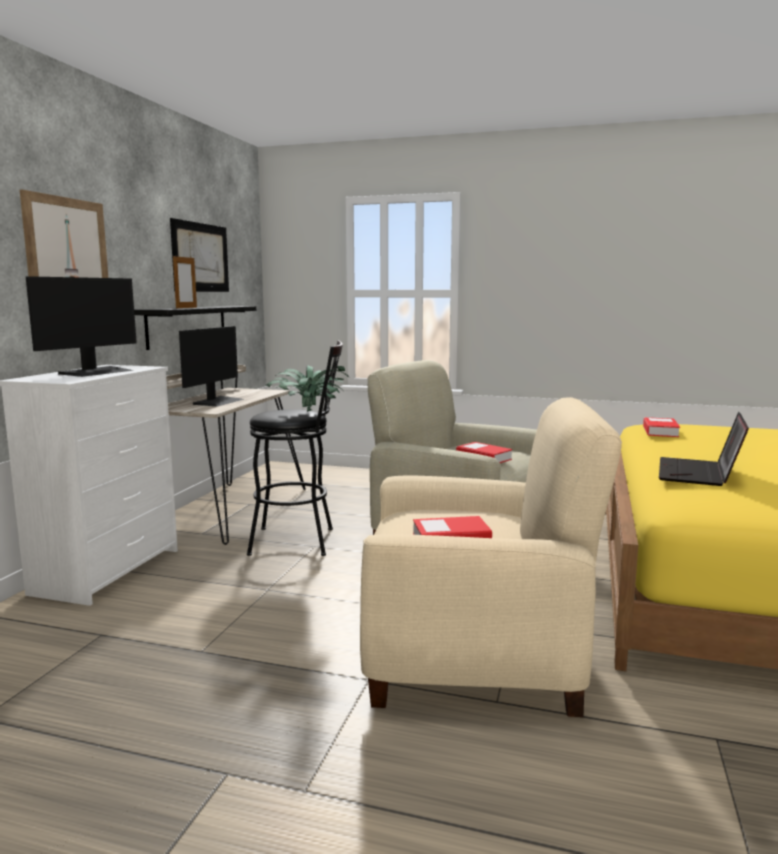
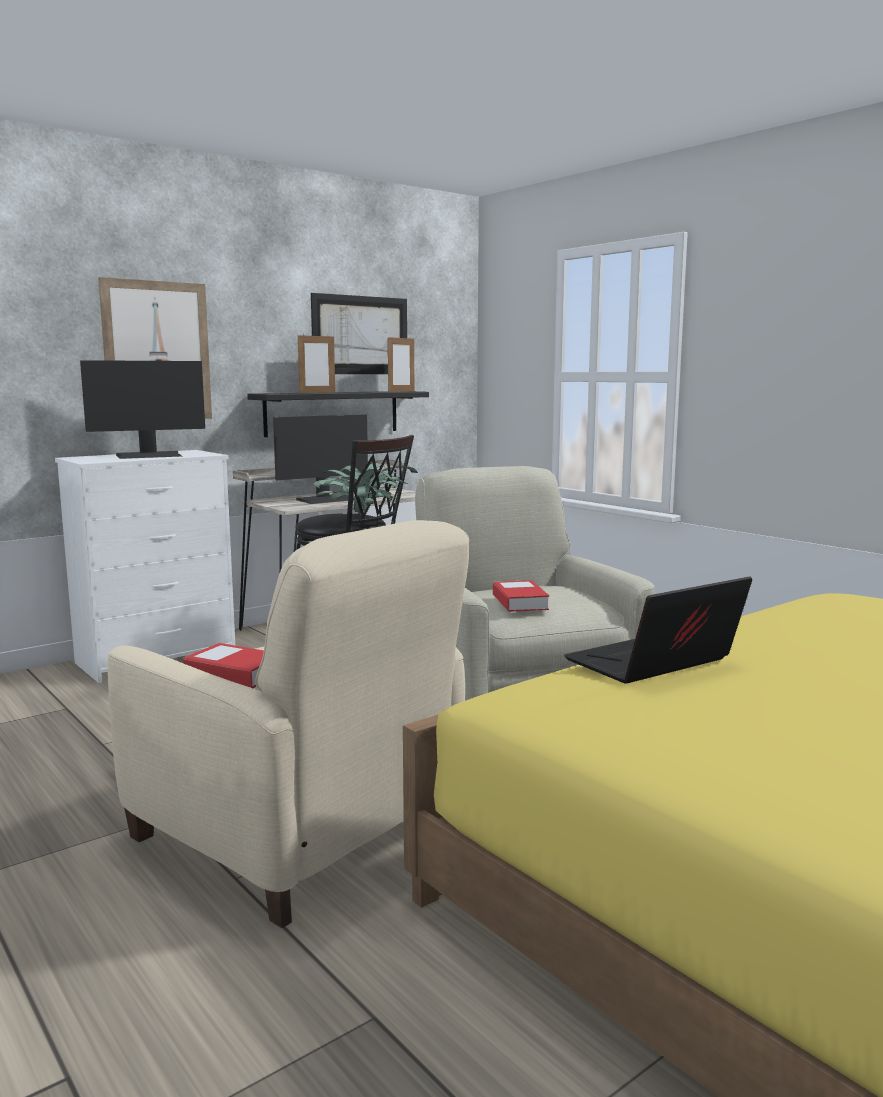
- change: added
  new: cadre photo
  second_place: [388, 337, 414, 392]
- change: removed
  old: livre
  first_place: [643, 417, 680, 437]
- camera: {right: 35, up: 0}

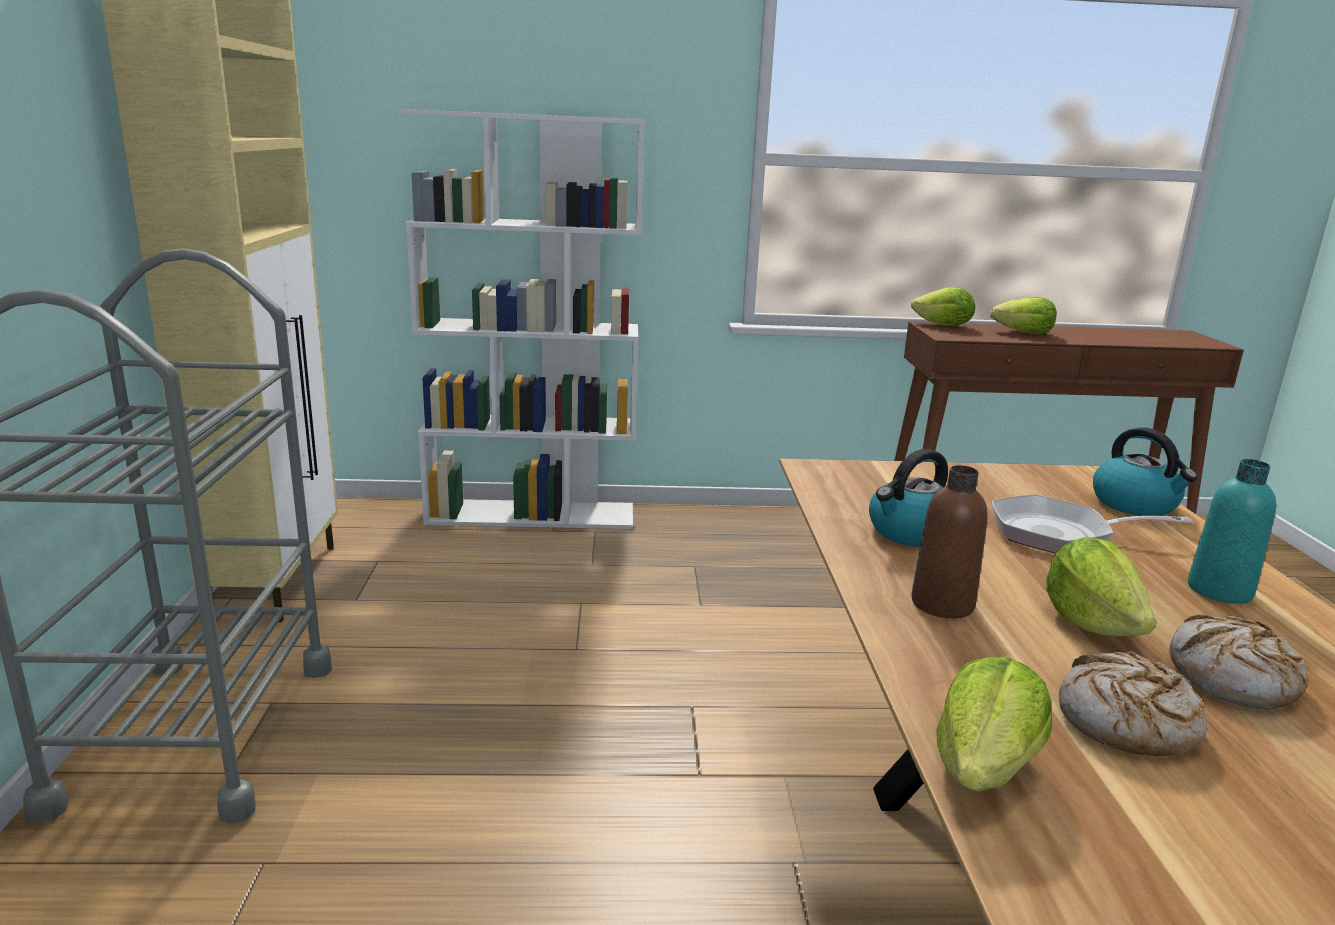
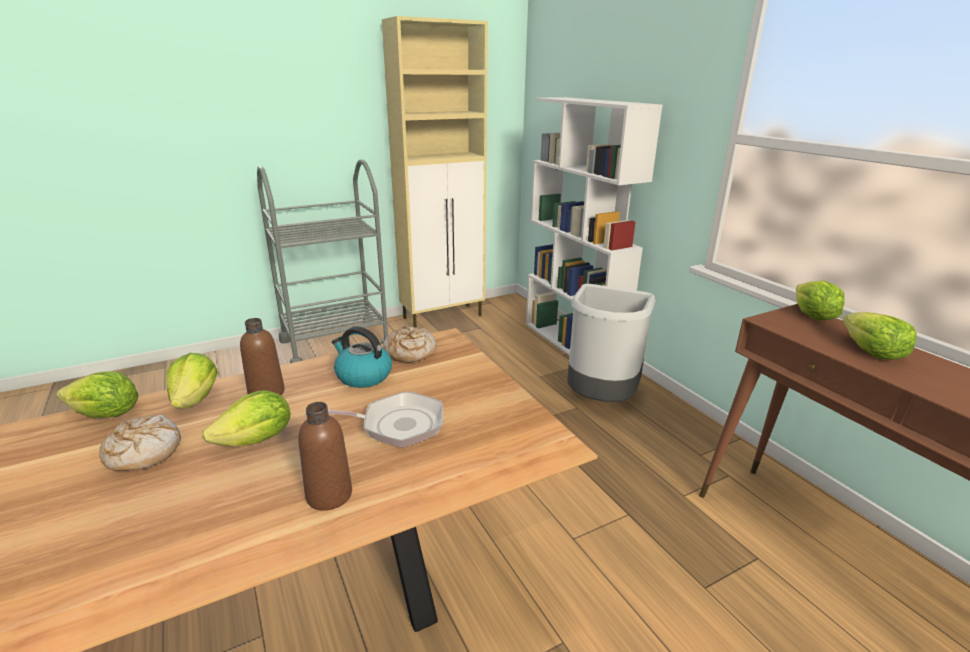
- change: added
  new: laitue
  second_place: [167, 353, 218, 409]
- change: recoloured
  old: bouteille [turquoise]
  new: bouteille [marron]
  first_place: [1188, 459, 1276, 604]
  second_place: [298, 402, 352, 511]
- change: turned
  old: poêle
  first_place: [992, 494, 1193, 554]
  second_place: [305, 391, 443, 448]
  degrees: 105
- change: moved
  old: pain
  first_place: [1169, 615, 1308, 709]
  second_place: [383, 326, 437, 363]
- change: added
  new: poubelle [gris]
  second_place: [567, 284, 655, 402]
- change: removed
  old: bouilloire
  first_place: [1093, 427, 1197, 516]
- camera: {right: 65, up: 5}

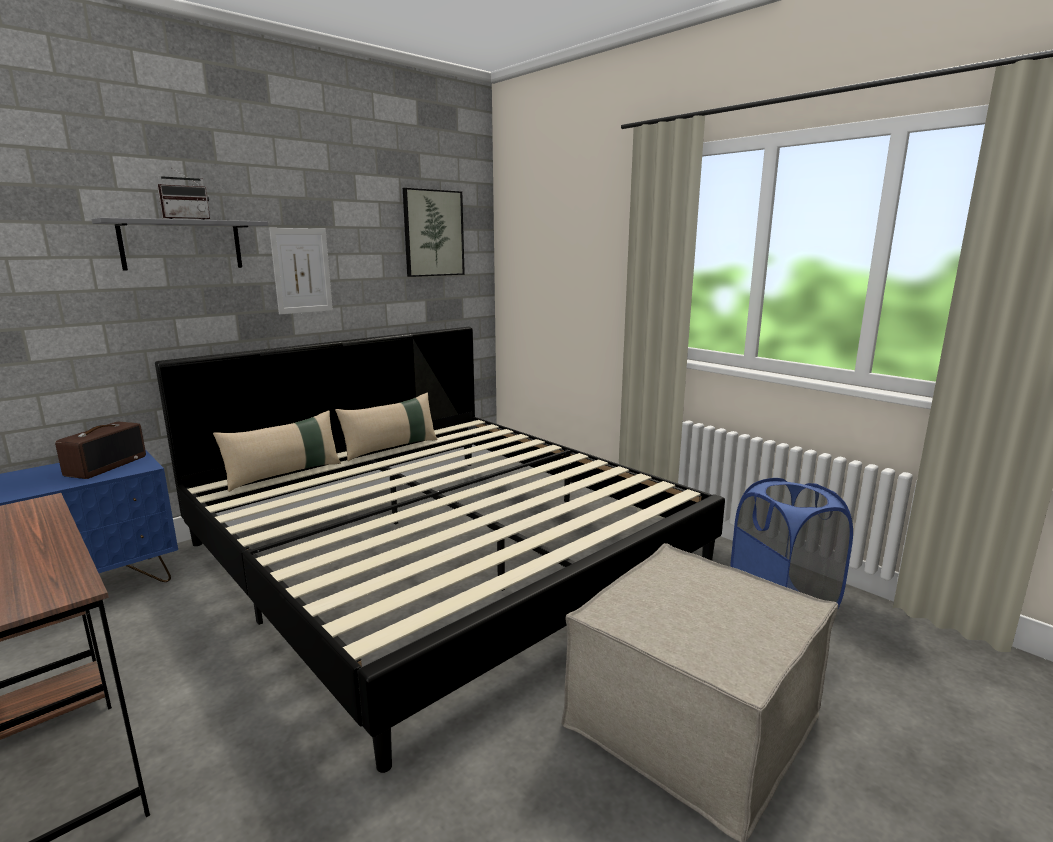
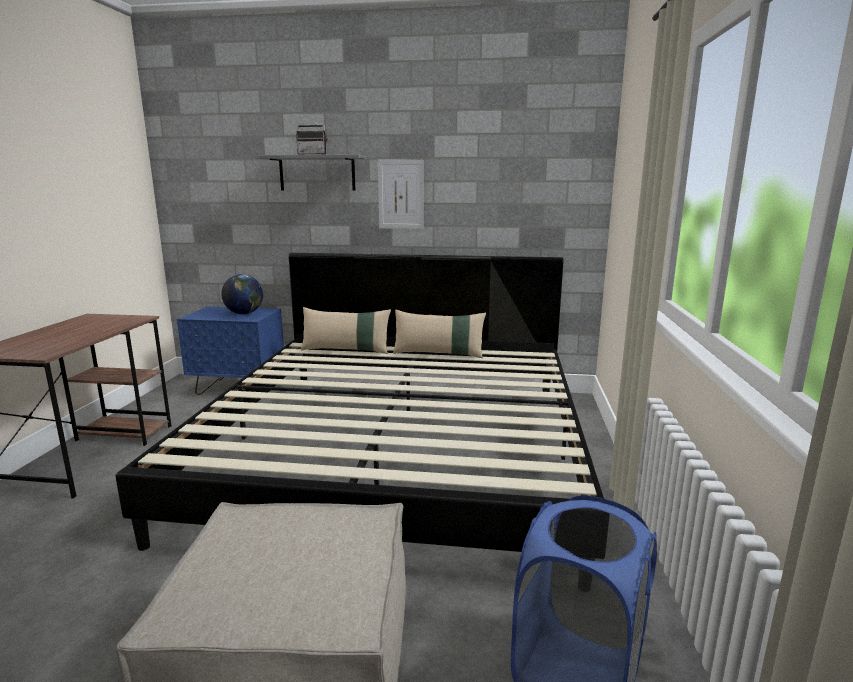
- change: replaced
  old: radio
  new: globe
  first_place: [55, 422, 146, 479]
  second_place: [221, 274, 263, 315]
- change: removed
  old: tableau
  first_place: [403, 188, 465, 277]
- camera: {right: 50, up: 0}

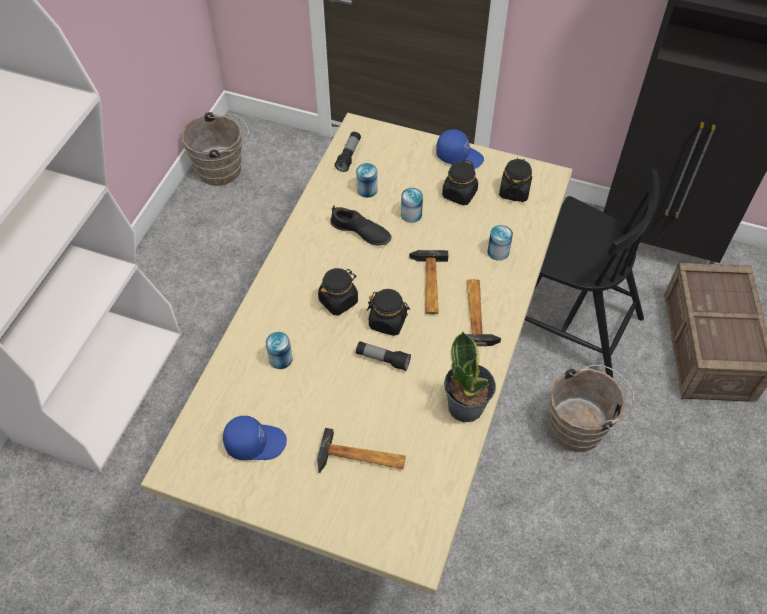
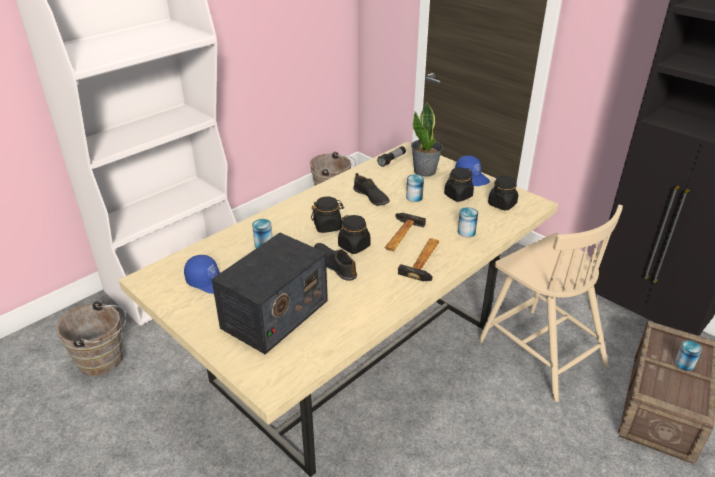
- change: moved
  old: seau [marron]
  first_place: [549, 365, 634, 452]
  second_place: [56, 301, 126, 376]
- change: replaced
  old: marteau
  new: radio
  first_place: [317, 428, 406, 473]
  second_place: [211, 233, 328, 354]
- change: replaced
  old: lampe de poche
  new: chaussure [noir]
  first_place: [356, 341, 411, 371]
  second_place: [314, 243, 357, 281]
- change: moved
  old: plante en pot
  first_place: [444, 332, 496, 422]
  second_place: [411, 102, 443, 177]
- change: recoloured
  old: chaise [noir]
  new: chaise [beige]
  first_place: [525, 169, 660, 378]
  second_place: [478, 205, 623, 402]
- change: moved
  old: boîte métallique
  first_place: [356, 163, 378, 198]
  second_place: [674, 340, 702, 371]
- camera: {right: 25, up: -20}

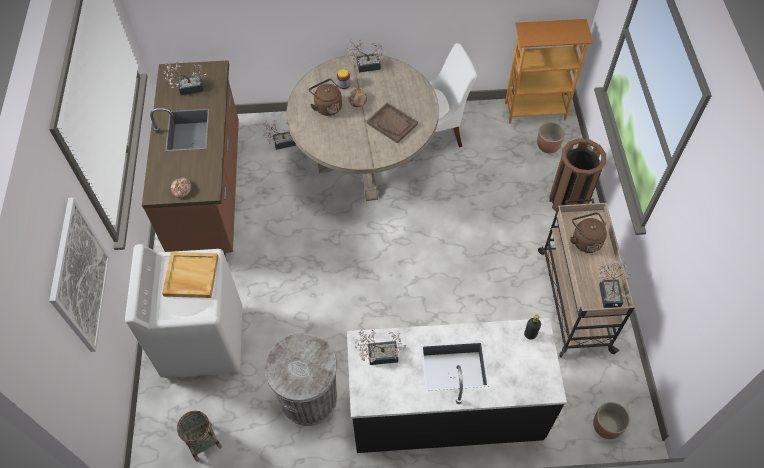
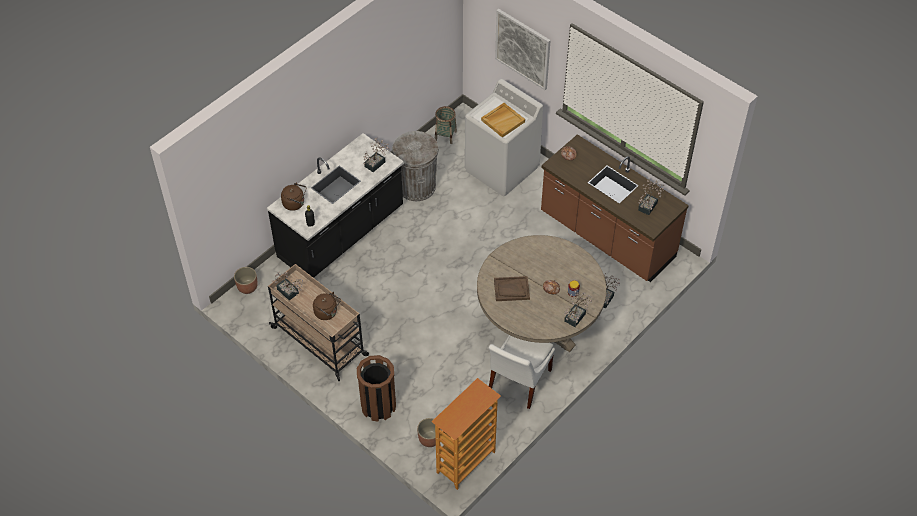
- change: moved
  old: bouilloire [marron]
  first_place: [309, 79, 342, 116]
  second_place: [281, 183, 307, 211]
- camera: {right: 135, up: -5}

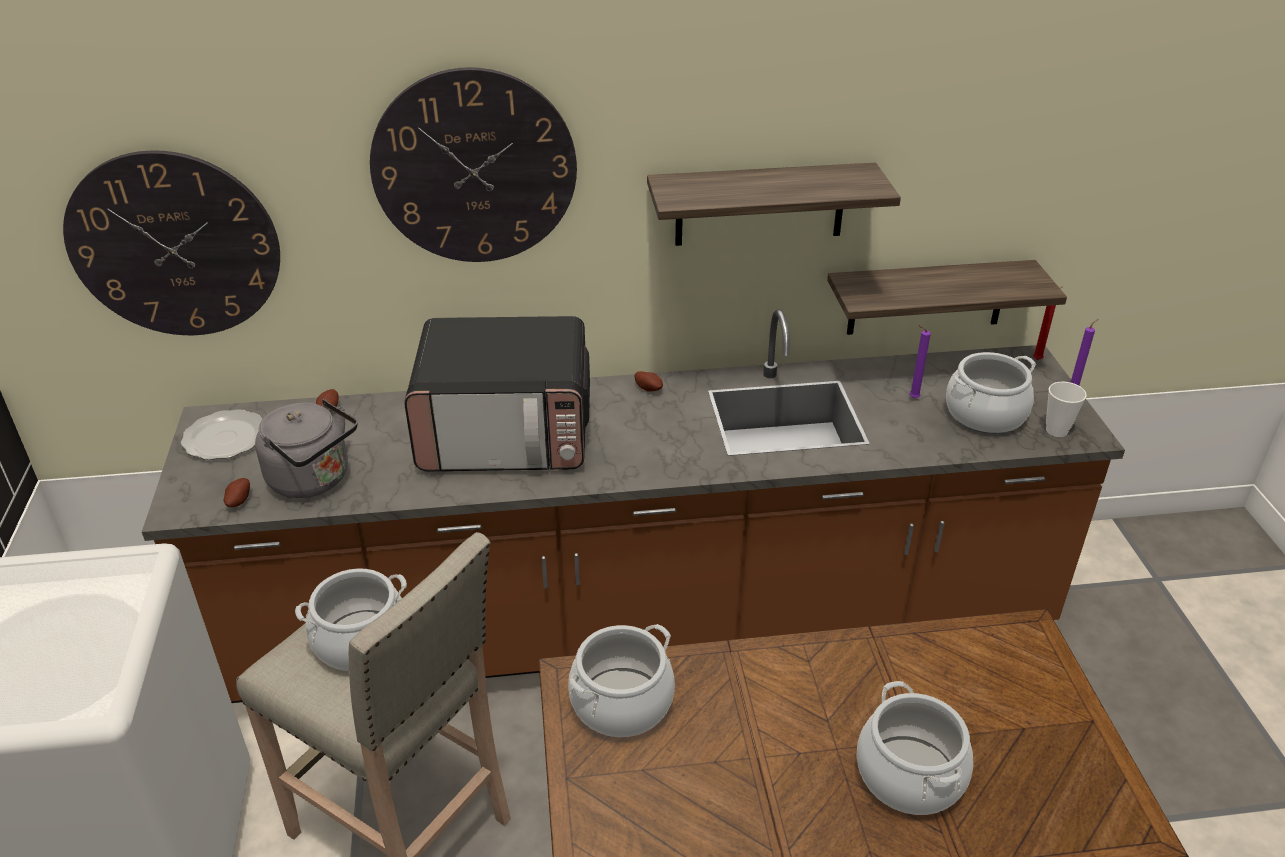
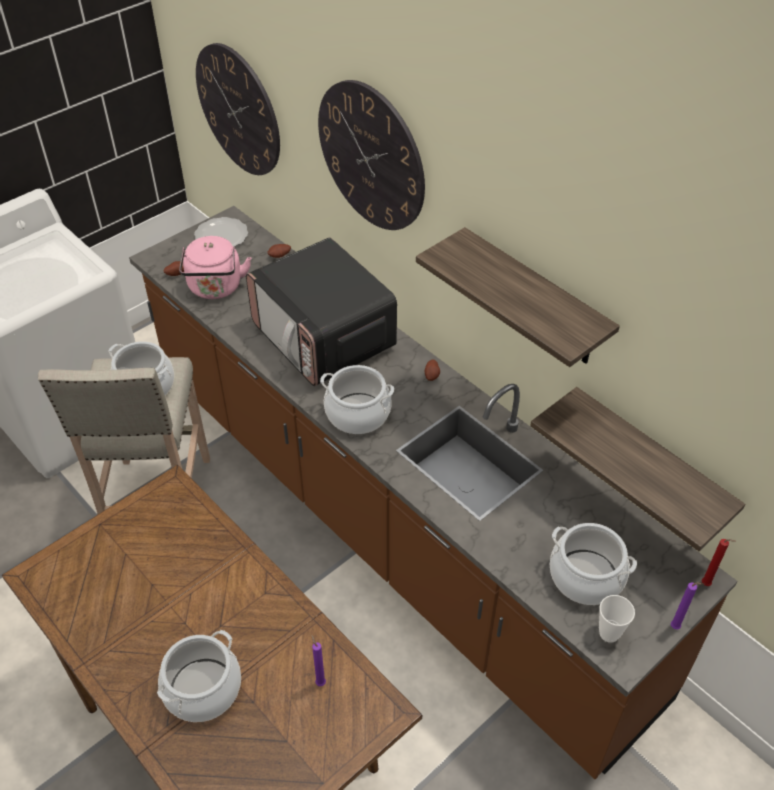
- change: recoloured
  old: bouilloire [gris]
  new: bouilloire [rose]
  first_place: [255, 399, 358, 498]
  second_place: [179, 236, 251, 299]
- change: moved
  old: bougie [violet]
  first_place: [910, 325, 931, 398]
  second_place: [311, 635, 326, 686]
- change: moved
  old: marmite
  first_place: [568, 624, 675, 737]
  second_place: [320, 365, 394, 434]
- camera: {right: 55, up: 10}

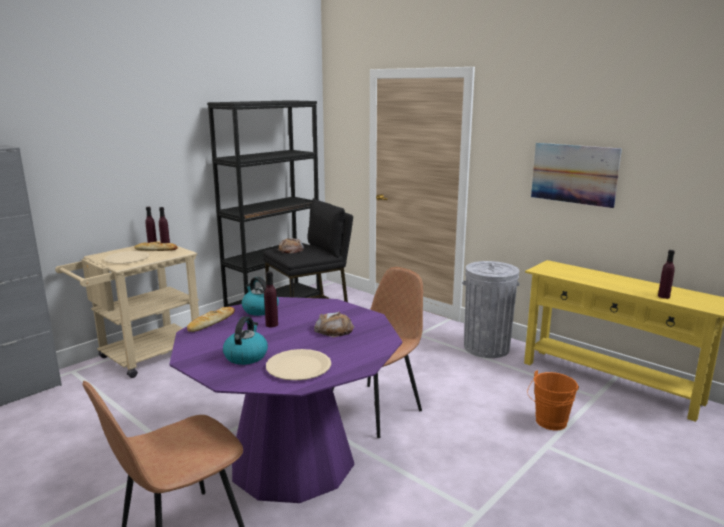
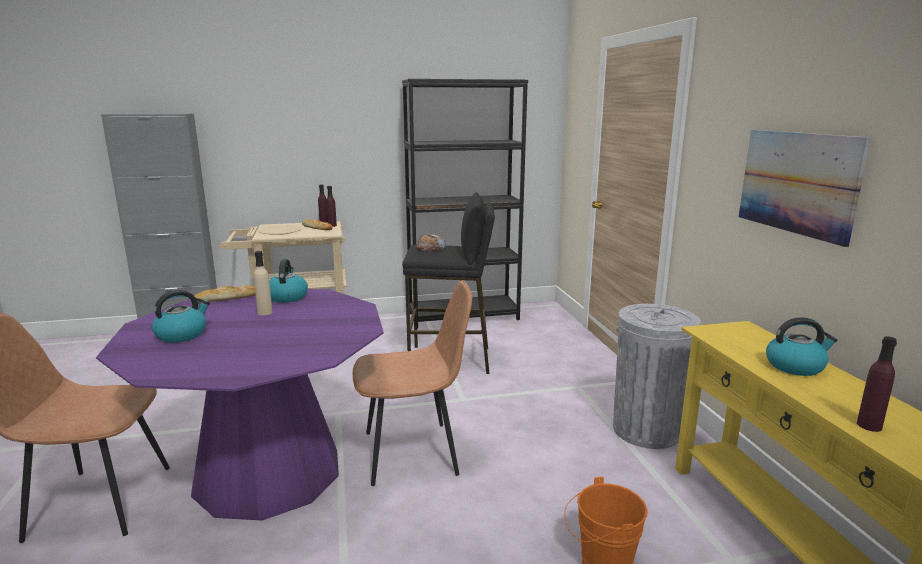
- change: recoloured
  old: bouteille [violet]
  new: bouteille [beige]
  first_place: [264, 271, 278, 327]
  second_place: [254, 251, 272, 316]
- change: added
  new: bouilloire
  second_place: [766, 317, 837, 376]
- change: removed
  old: assiette [beige]
  first_place: [266, 349, 331, 381]
- change: removed
  old: pain
  first_place: [314, 312, 355, 337]
- camera: {right: 35, up: 0}

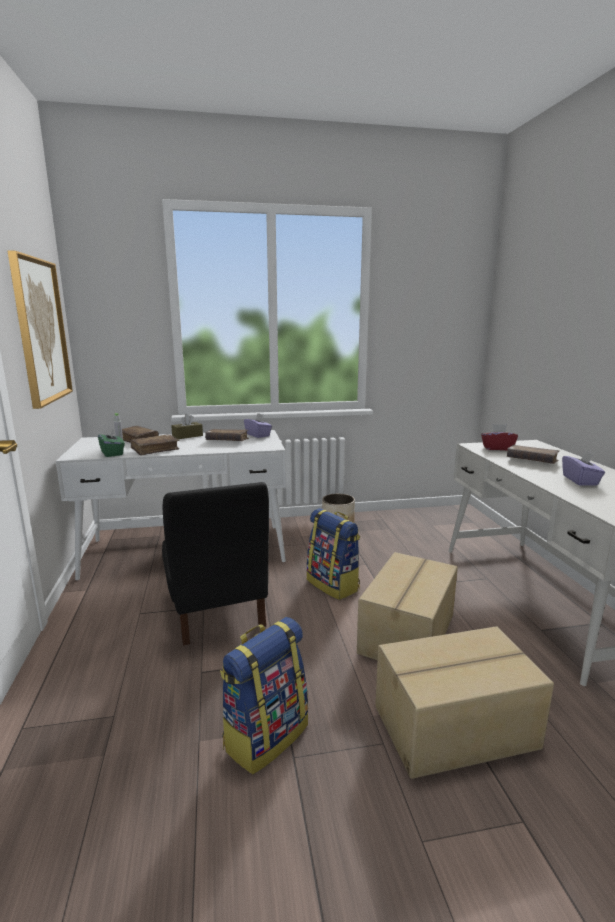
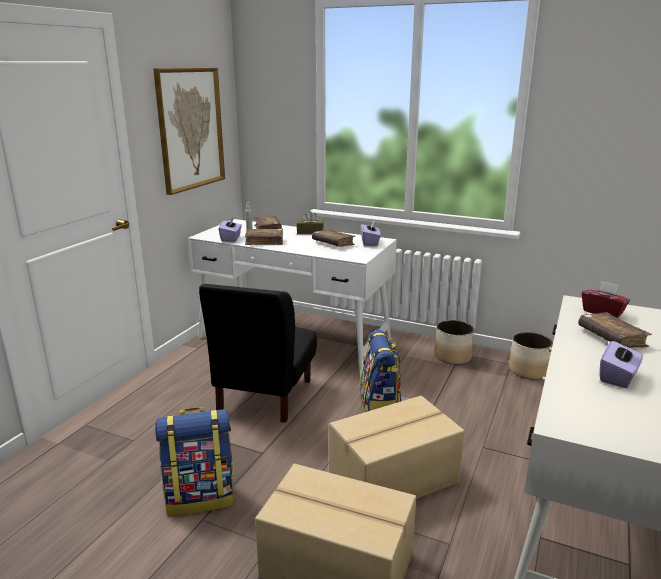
- change: recoloured
  old: boîte à mouchoirs [vert]
  new: boîte à mouchoirs [violet]
  first_place: [98, 428, 125, 457]
  second_place: [219, 216, 242, 242]
- change: added
  new: cache-pot
  second_place: [509, 332, 553, 380]
- camera: {right: 35, up: 5}

